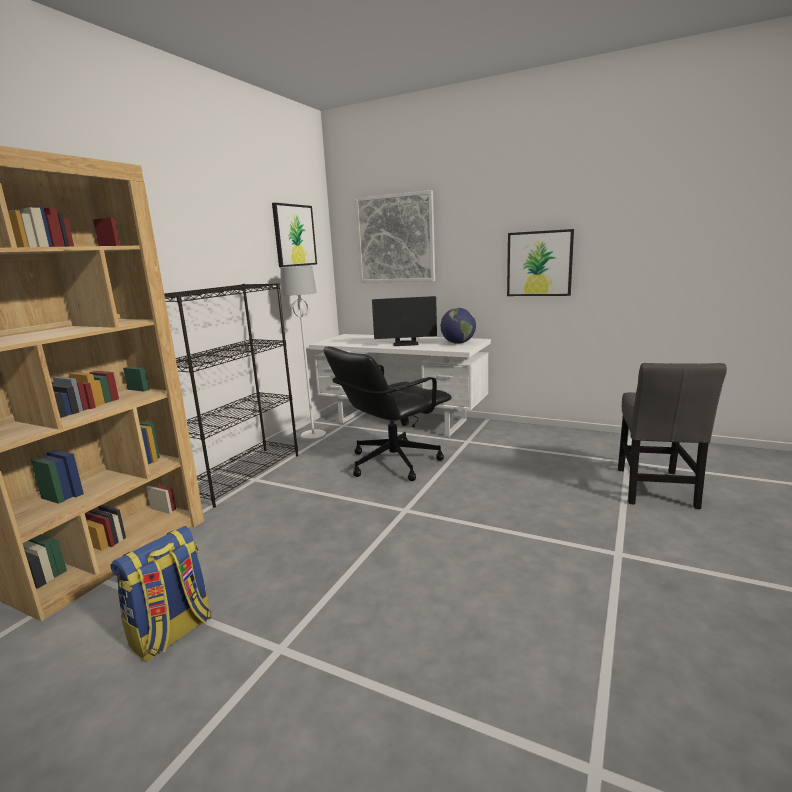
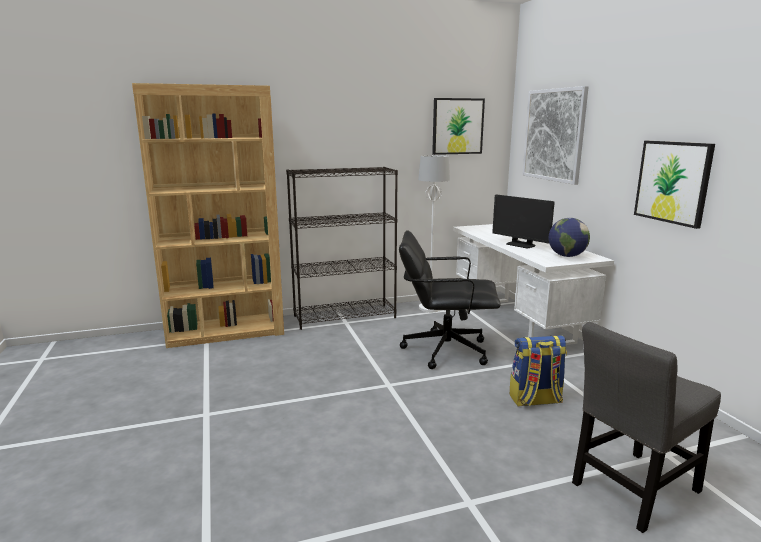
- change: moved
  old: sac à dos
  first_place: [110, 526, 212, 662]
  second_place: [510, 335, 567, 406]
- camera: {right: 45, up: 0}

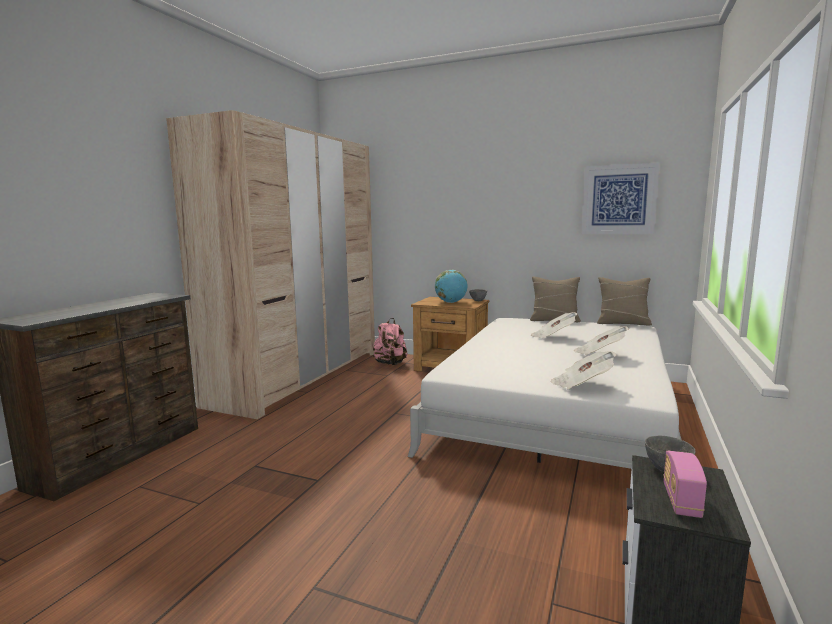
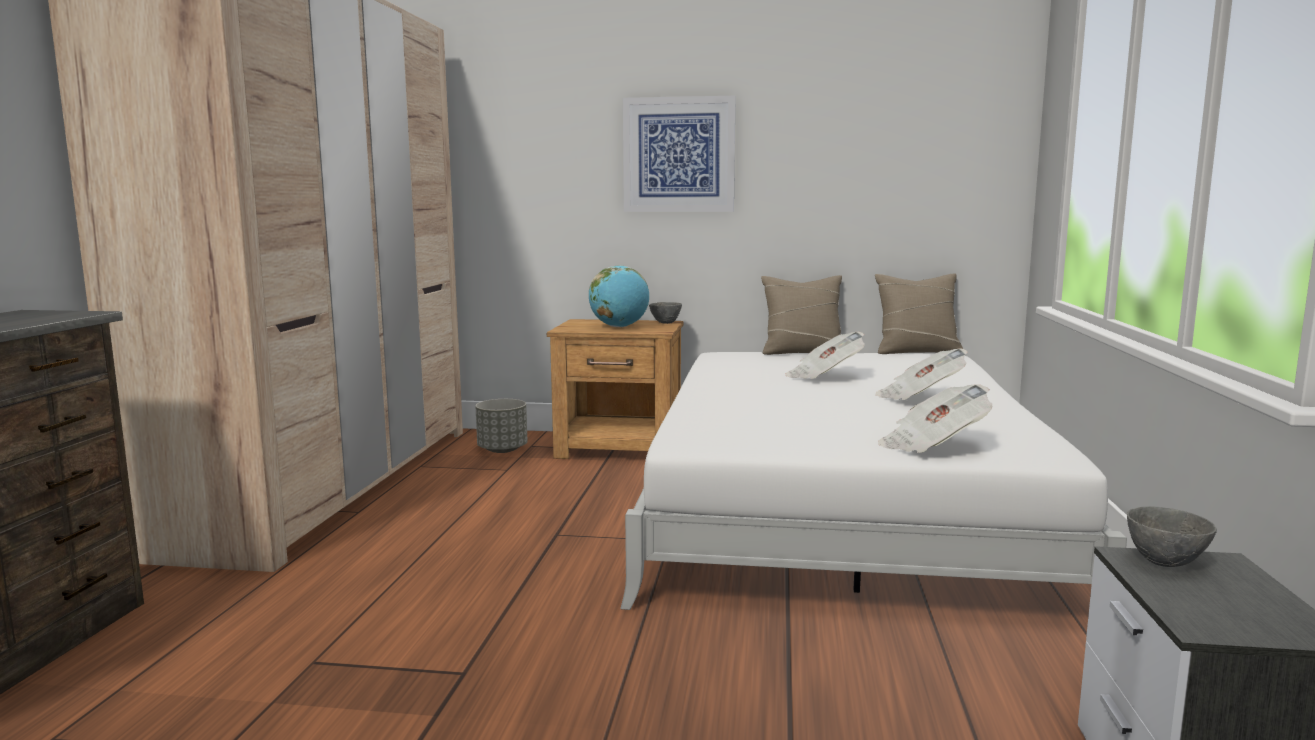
- change: replaced
  old: sac à dos [rose]
  new: cache-pot [gris]
  first_place: [373, 318, 407, 365]
  second_place: [475, 399, 528, 453]
- change: moved
  old: tableau
  first_place: [582, 163, 660, 234]
  second_place: [623, 96, 736, 212]
- change: removed
  old: radio
  first_place: [663, 451, 707, 518]
- camera: {right: -15, up: 0}

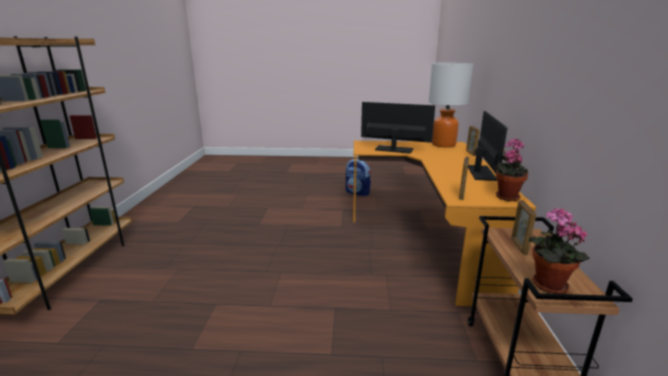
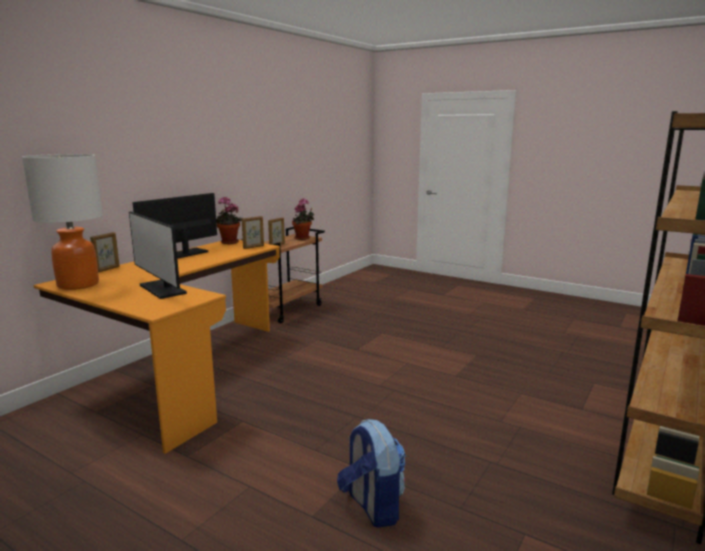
- change: moved
  old: sac à dos
  first_place: [345, 159, 371, 196]
  second_place: [337, 419, 406, 528]
- camera: {right: -150, up: -5}

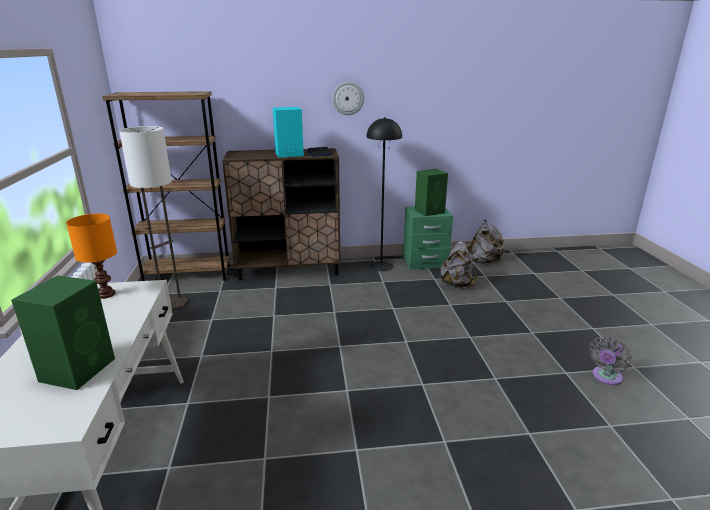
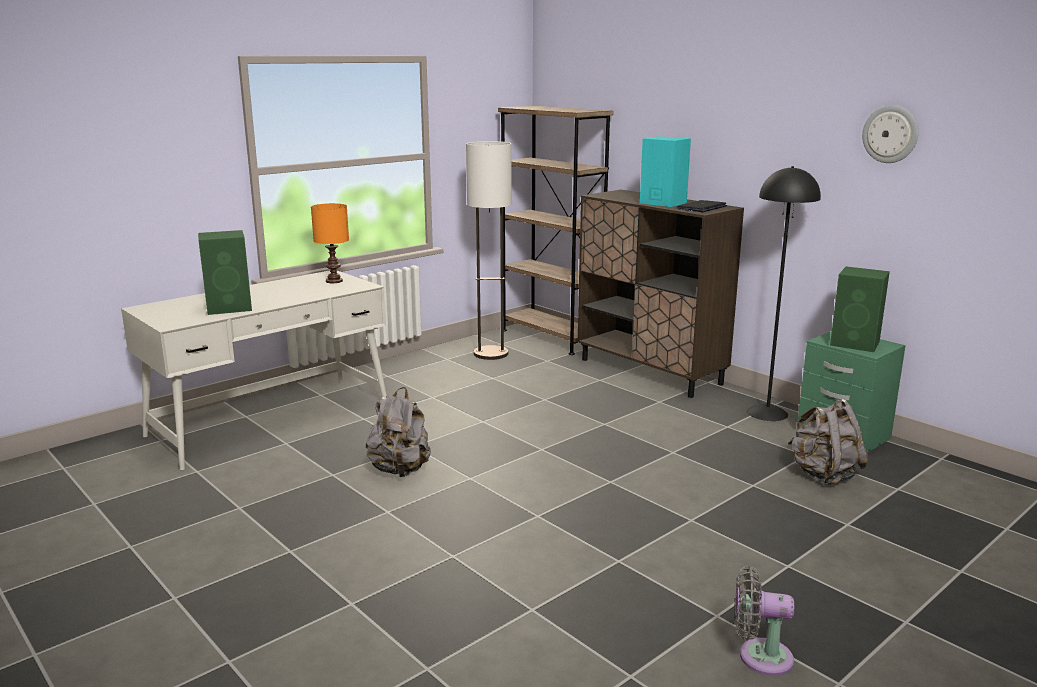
- change: moved
  old: sac à dos [gris]
  first_place: [469, 220, 505, 264]
  second_place: [366, 387, 431, 477]
- change: moved
  old: horloge murale
  first_place: [332, 81, 364, 115]
  second_place: [862, 105, 918, 163]
- camera: {right: 55, up: -5}

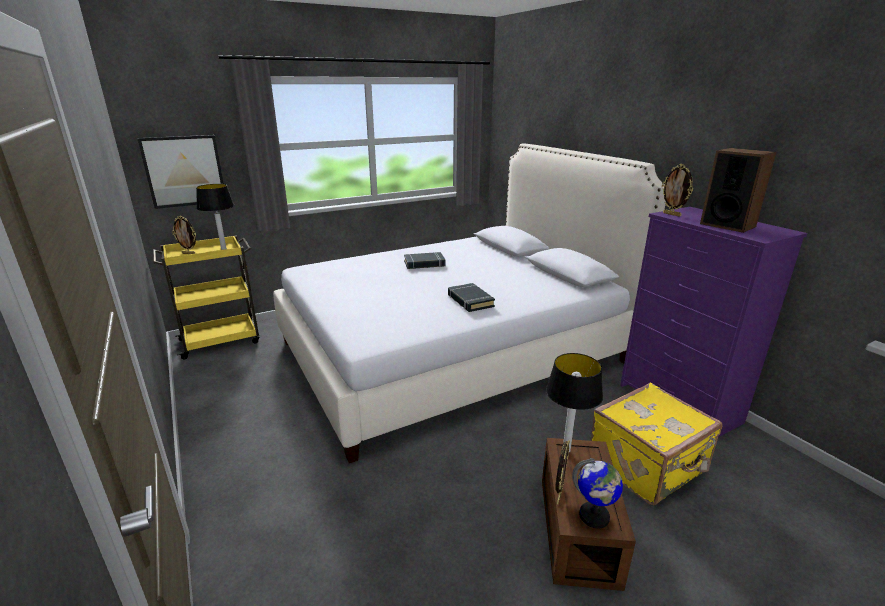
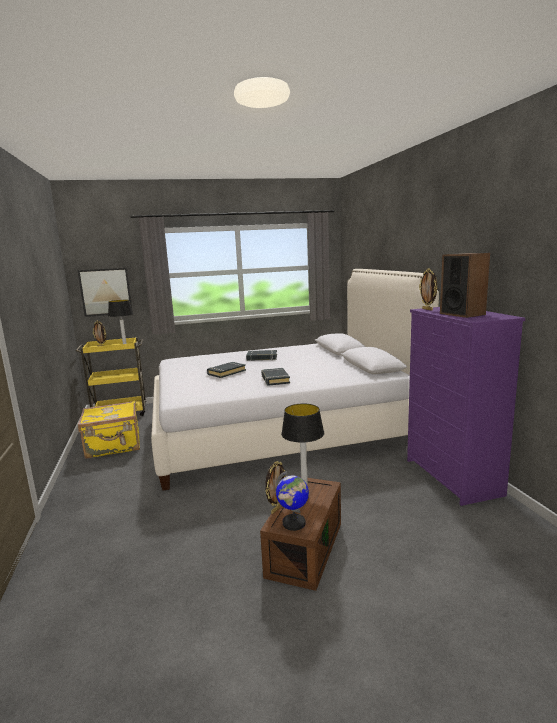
- change: moved
  old: valise [jaune]
  first_place: [590, 383, 722, 505]
  second_place: [78, 401, 140, 459]
- change: added
  new: livre [noir]
  second_place: [207, 362, 246, 378]
- camera: {right: 15, up: -10}

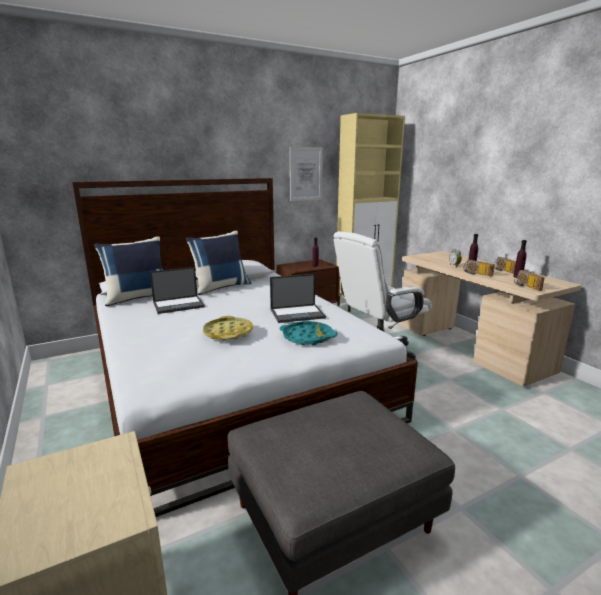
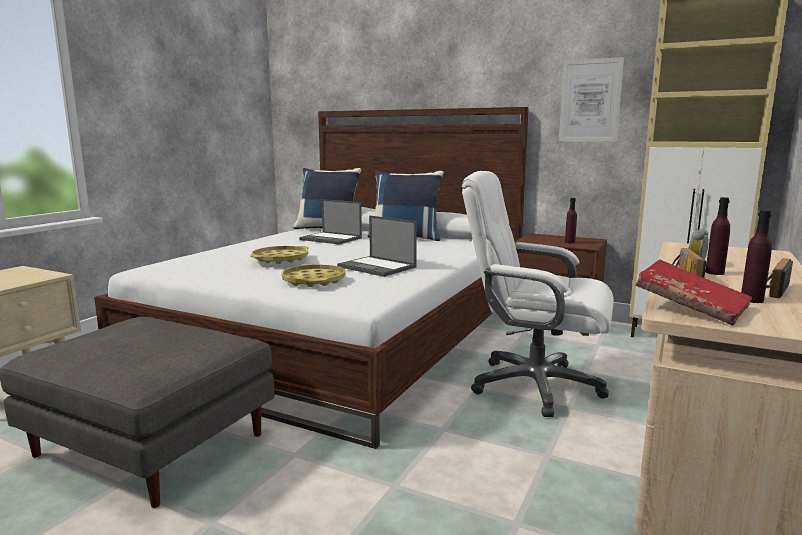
- change: recoloured
  old: plateau [turquoise]
  new: plateau [jaune]
  first_place: [279, 321, 338, 346]
  second_place: [281, 263, 346, 287]
- change: replaced
  old: radio
  new: livre [rouge]
  first_place: [514, 270, 544, 291]
  second_place: [635, 260, 752, 326]
- camera: {right: 55, up: -5}

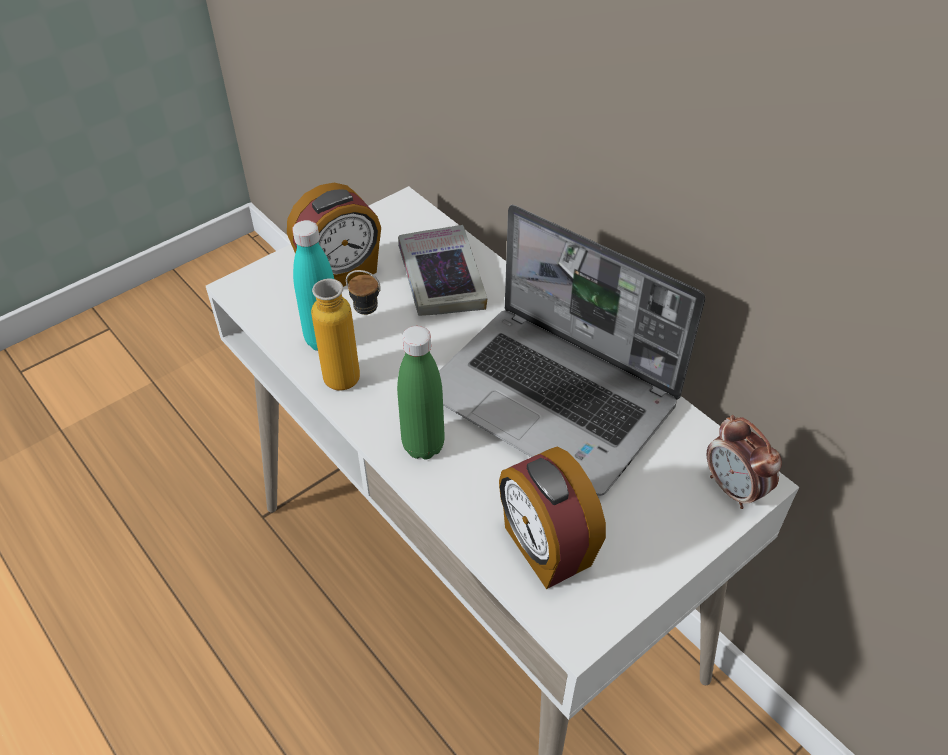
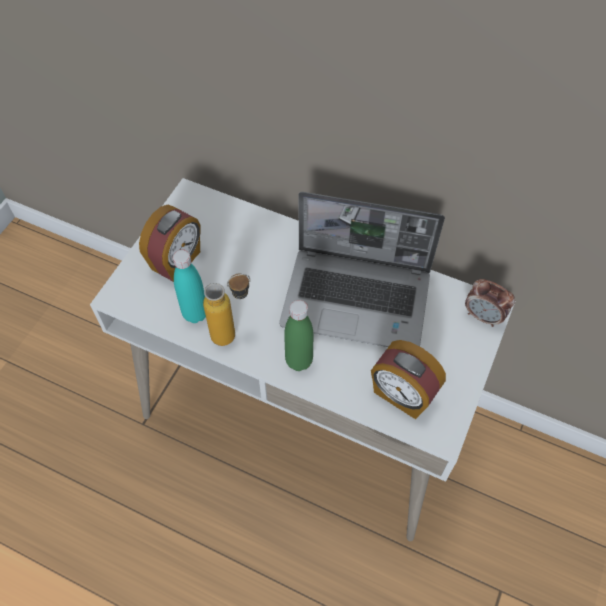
- change: removed
  old: livre
  first_place: [398, 225, 488, 316]
- camera: {right: -25, up: 10}

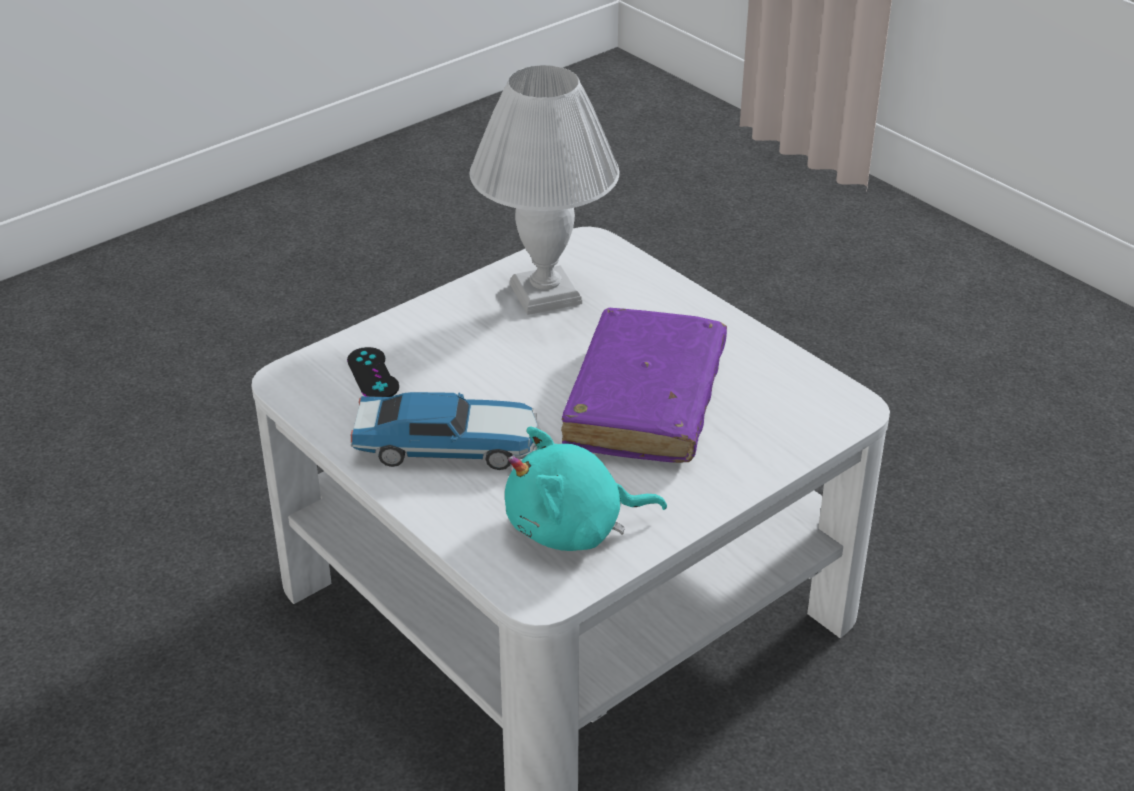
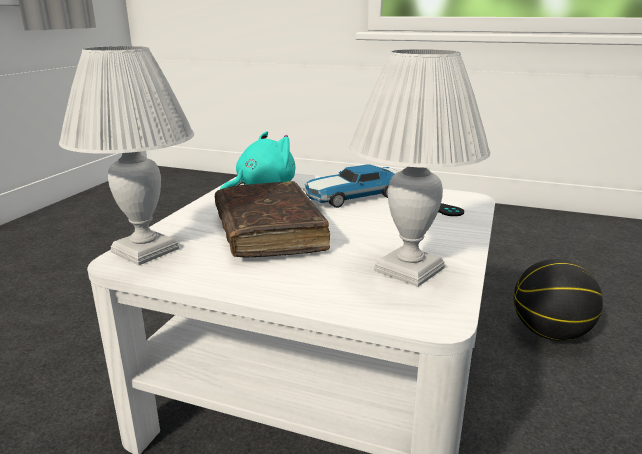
- change: added
  new: lampe de table [blanc]
  second_place: [59, 46, 194, 265]
- change: recoloured
  old: livre [violet]
  new: livre [marron]
  first_place: [561, 308, 727, 463]
  second_place: [215, 181, 330, 258]
- change: added
  new: ballon de basket
  second_place: [514, 259, 603, 341]
- camera: {right: 150, up: -15}

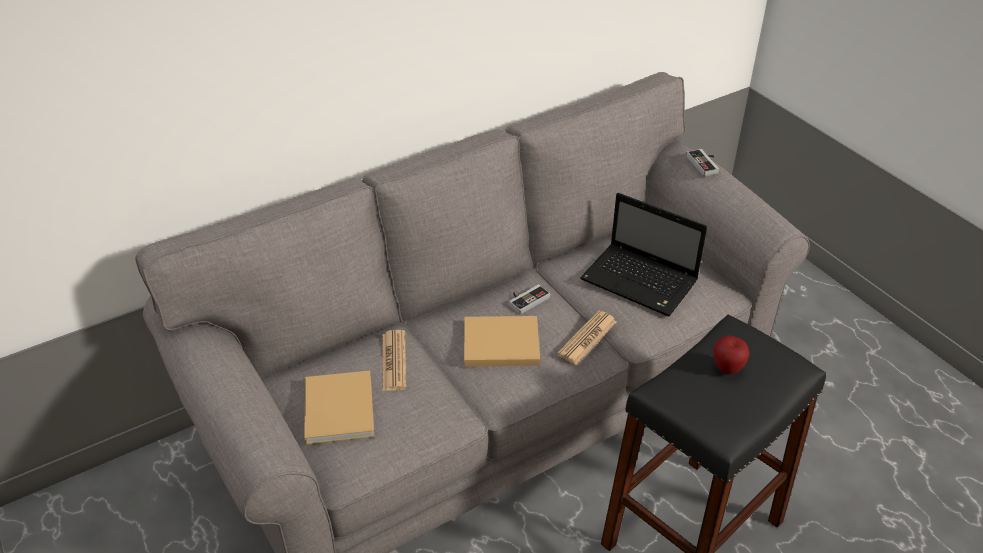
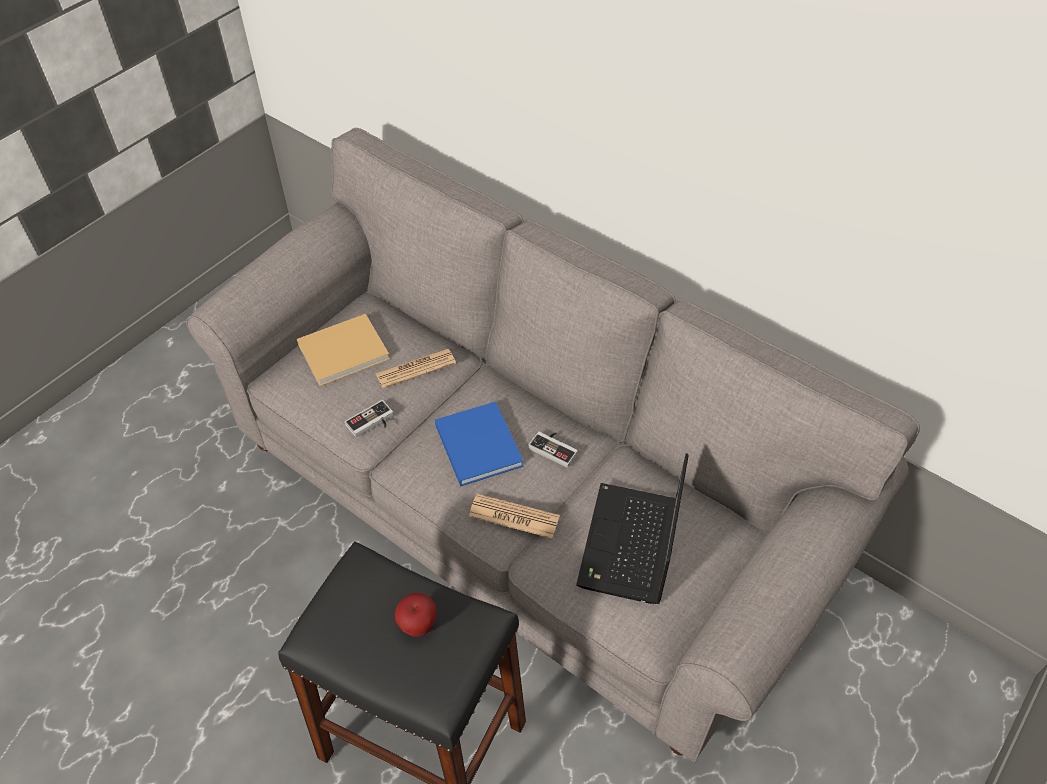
- change: moved
  old: manette
  first_place: [686, 149, 719, 177]
  second_place: [345, 400, 393, 437]
- change: recoloured
  old: livre [beige]
  new: livre [bleu]
  first_place: [464, 316, 540, 367]
  second_place: [435, 402, 524, 487]
- camera: {right: 70, up: 10}

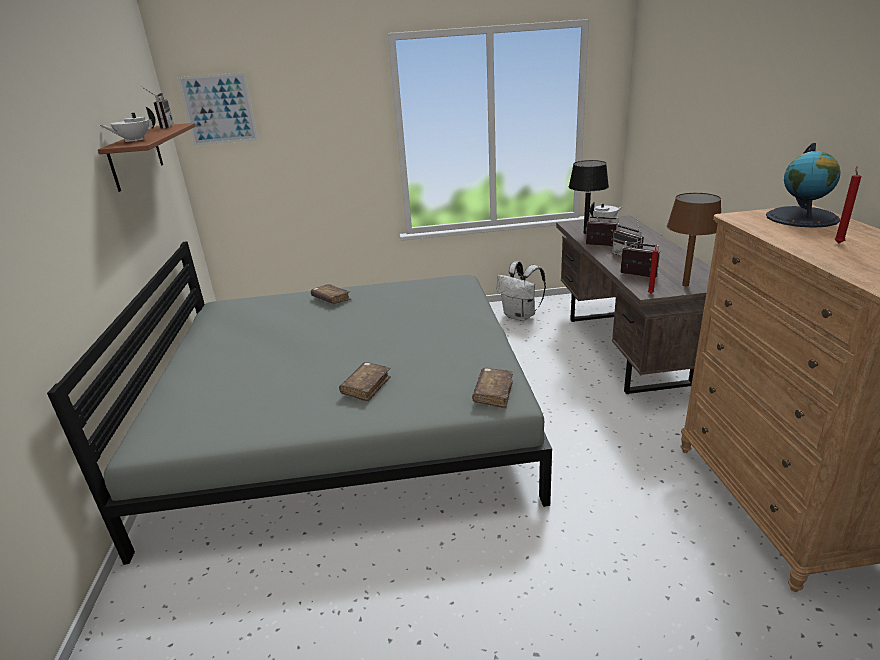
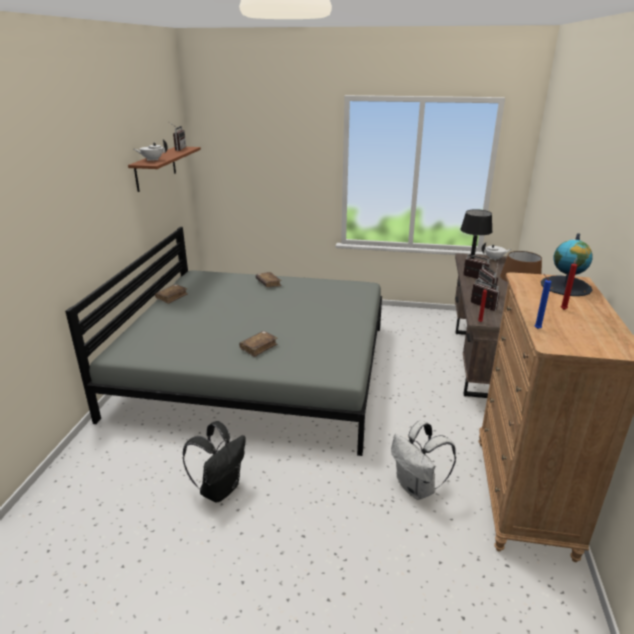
- change: moved
  old: livre [marron]
  first_place: [472, 368, 513, 408]
  second_place: [155, 284, 188, 304]
- change: added
  new: sac à dos [noir]
  second_place: [183, 421, 246, 502]
- change: moved
  old: sac à dos [blanc]
  first_place: [497, 261, 546, 321]
  second_place: [391, 420, 456, 500]
- change: added
  new: bougie [bleu]
  second_place: [534, 274, 551, 329]
- change: removed
  old: tableau
  first_place: [178, 72, 258, 145]
- camera: {right: 15, up: 0}

